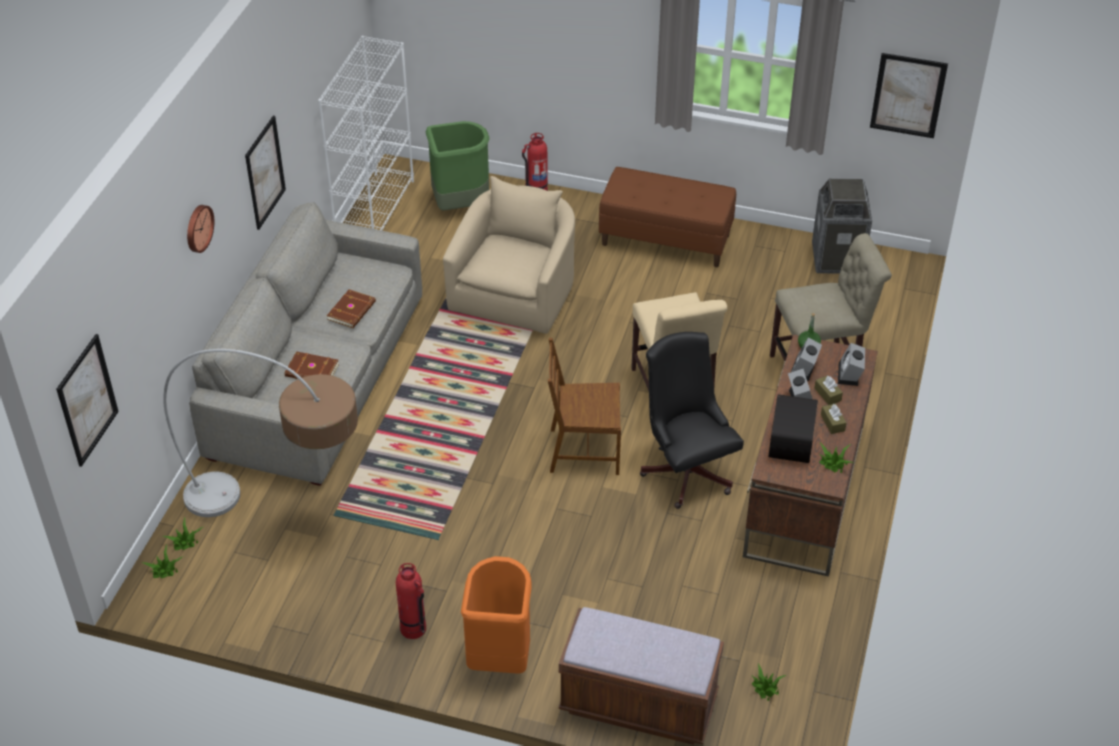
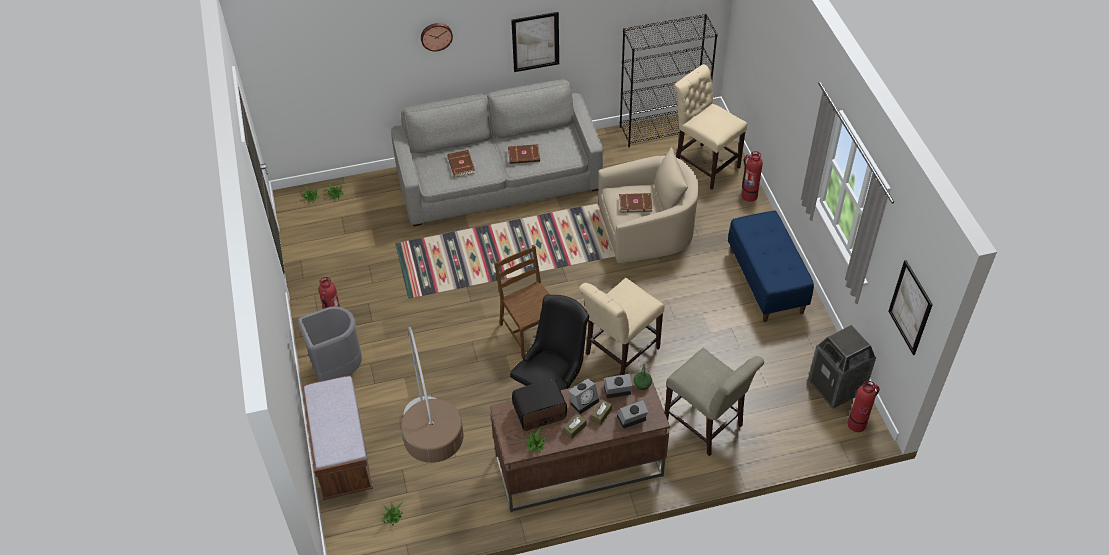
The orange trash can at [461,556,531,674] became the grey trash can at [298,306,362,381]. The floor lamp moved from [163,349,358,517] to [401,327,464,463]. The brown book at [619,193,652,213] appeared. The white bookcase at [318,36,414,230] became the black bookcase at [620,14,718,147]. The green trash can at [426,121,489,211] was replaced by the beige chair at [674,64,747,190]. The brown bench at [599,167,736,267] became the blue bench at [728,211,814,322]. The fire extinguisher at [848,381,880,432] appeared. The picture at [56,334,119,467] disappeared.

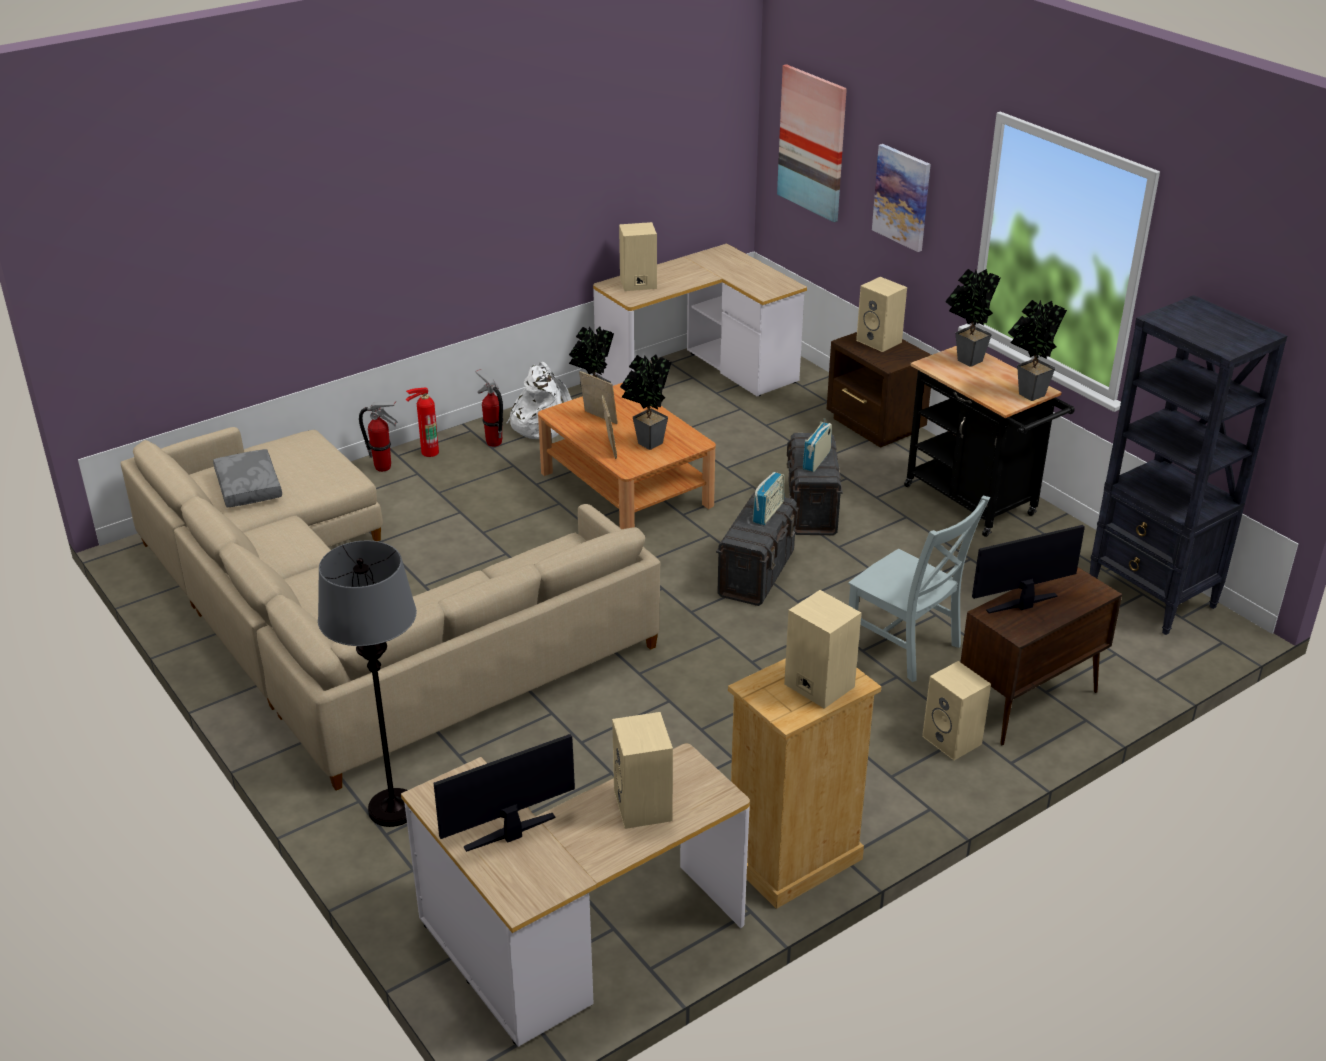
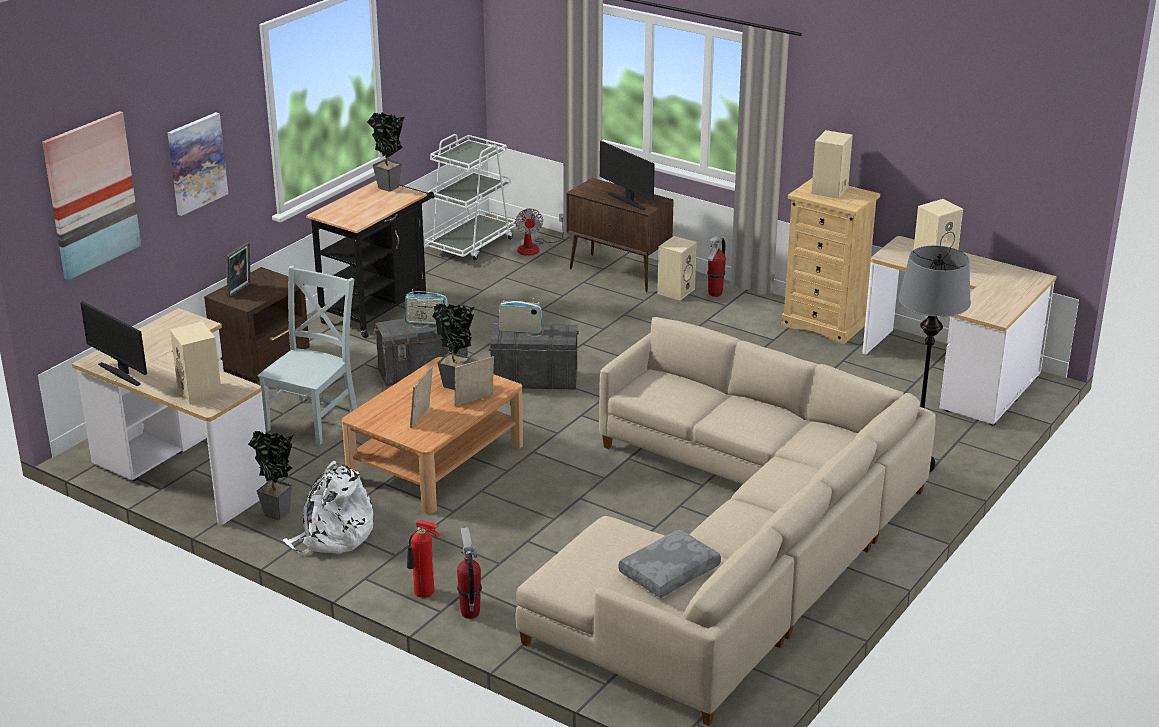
The monitor moved from [434,734,575,852] to [80,301,147,386]. The beige speaker at [856,277,907,352] was replaced by the picture frame at [226,242,250,298]. The grey chair moved from [848,495,990,682] to [257,265,357,445]. The black bookcase at [1090,295,1287,635] was replaced by the white cart at [425,134,517,260]. The fan at [515,208,564,256] appeared. The fire extinguisher moved from [475,369,503,447] to [707,236,726,297]. The potted plant at [945,269,1001,367] disappeared.

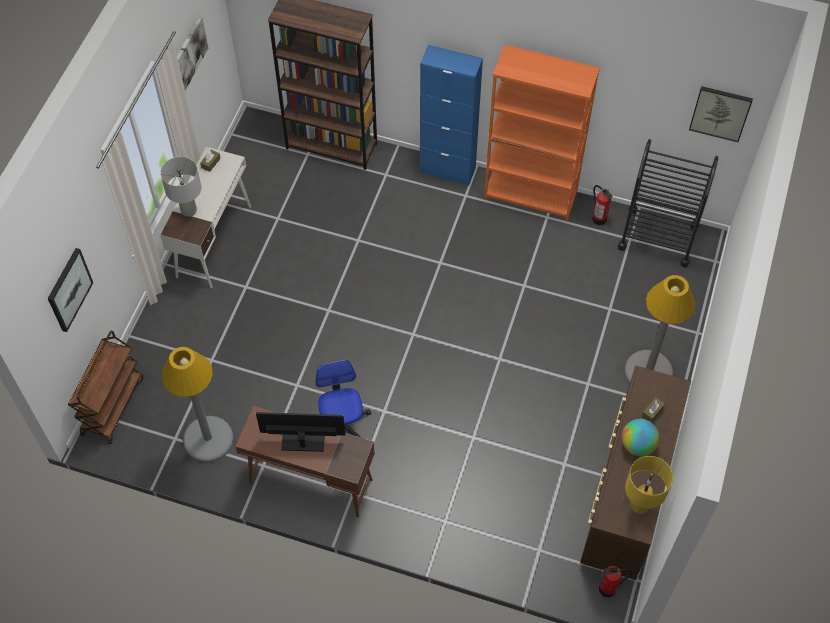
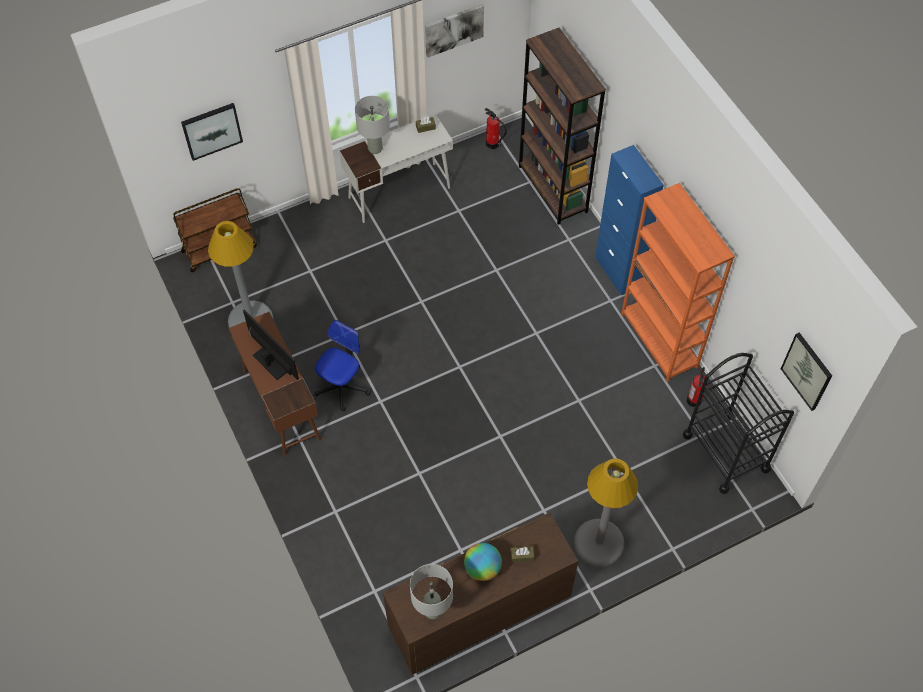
The yellow table lamp at [625,456,673,514] became the grey table lamp at [410,564,453,619]. The fire extinguisher moved from [599,566,633,597] to [485,108,507,149].

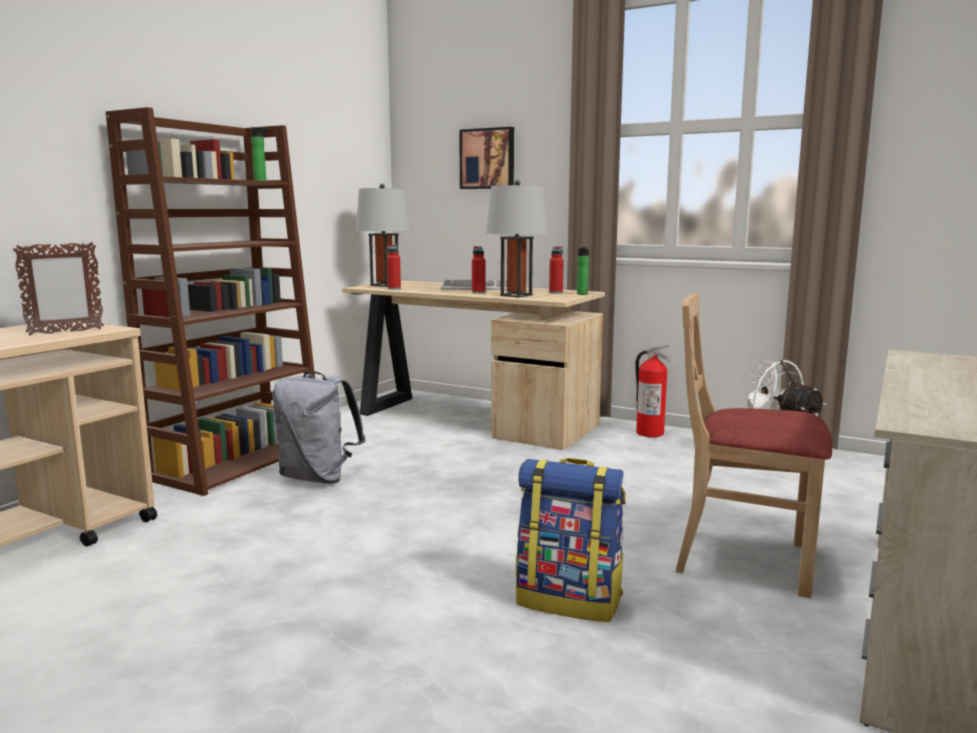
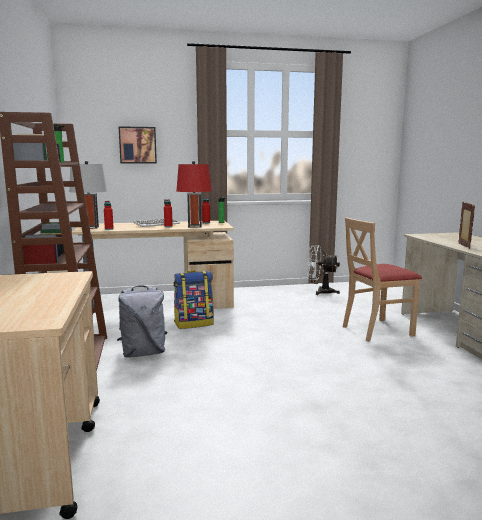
The backpack moved from [516,458,626,622] to [173,271,214,329]. The grey table lamp at [486,180,548,297] became the red table lamp at [176,161,212,228]. The picture frame moved from [13,242,104,335] to [458,202,475,249]. The fire extinguisher at [635,345,670,437] disappeared.

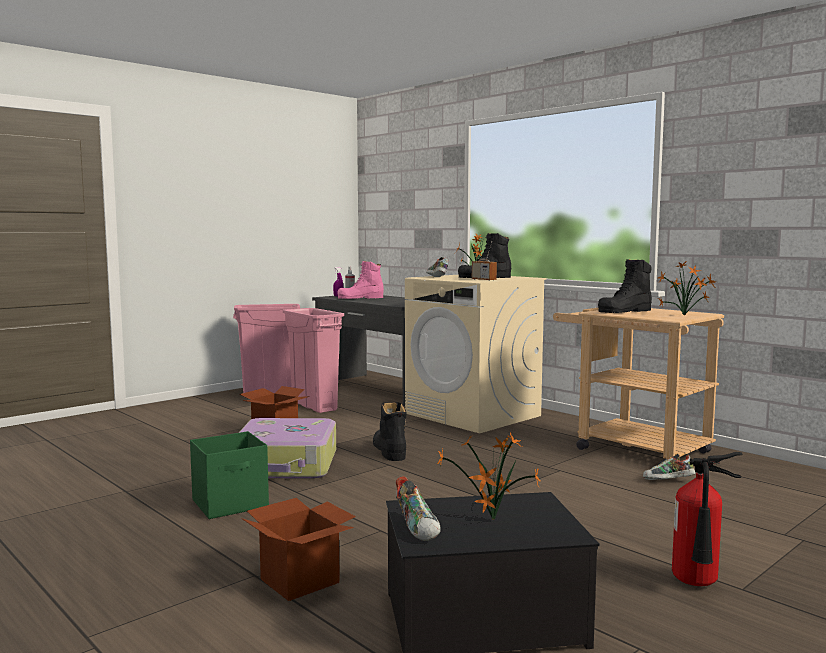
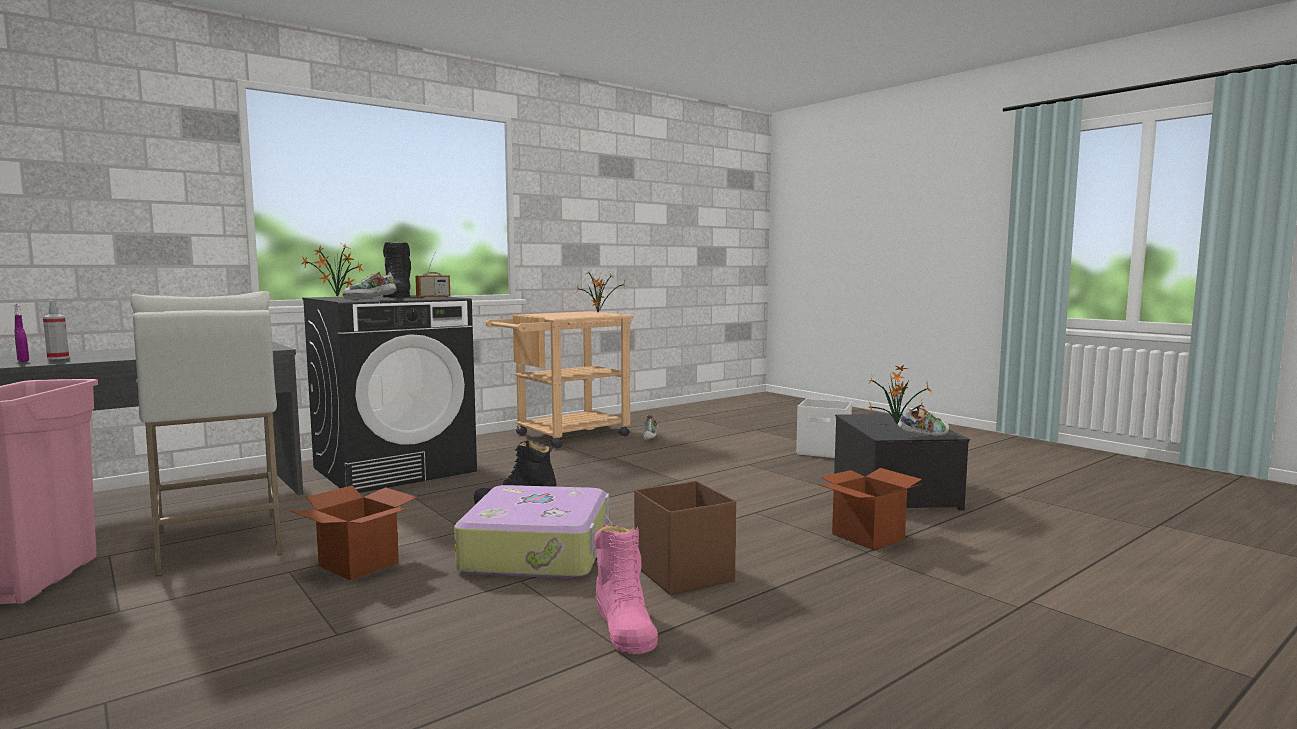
The pink trash can at [283,308,344,413] was replaced by the white stool at [130,291,283,576]. The beige washing machine at [405,275,546,433] became the black washing machine at [302,295,477,493]. The pink boot moved from [337,261,384,299] to [594,525,658,654]. The green storage box at [190,431,269,519] became the brown storage box at [634,481,736,595]. The fire extinguisher at [672,452,743,586] was replaced by the white storage box at [796,399,852,458]. The black boot at [598,259,652,313] disappeared.

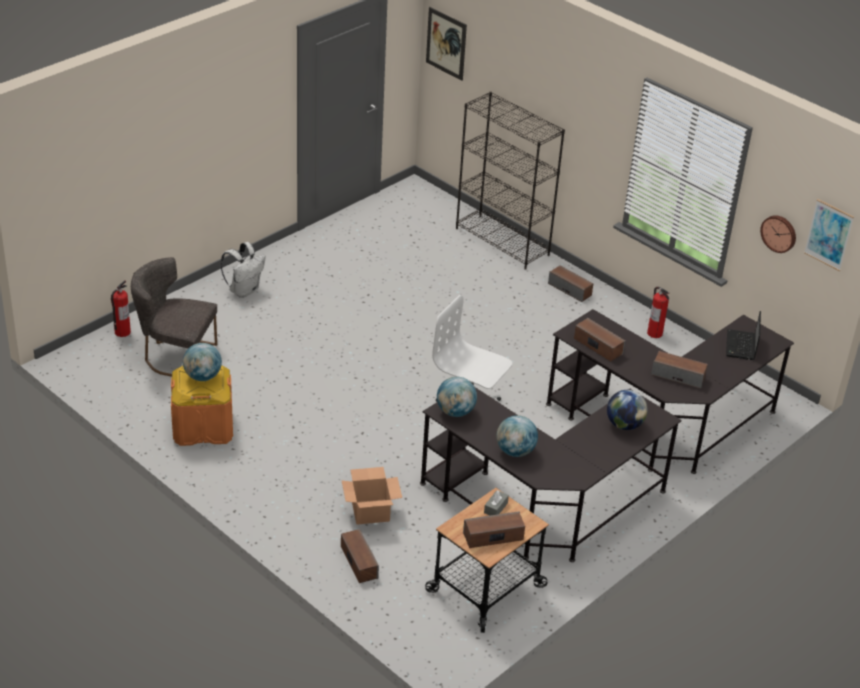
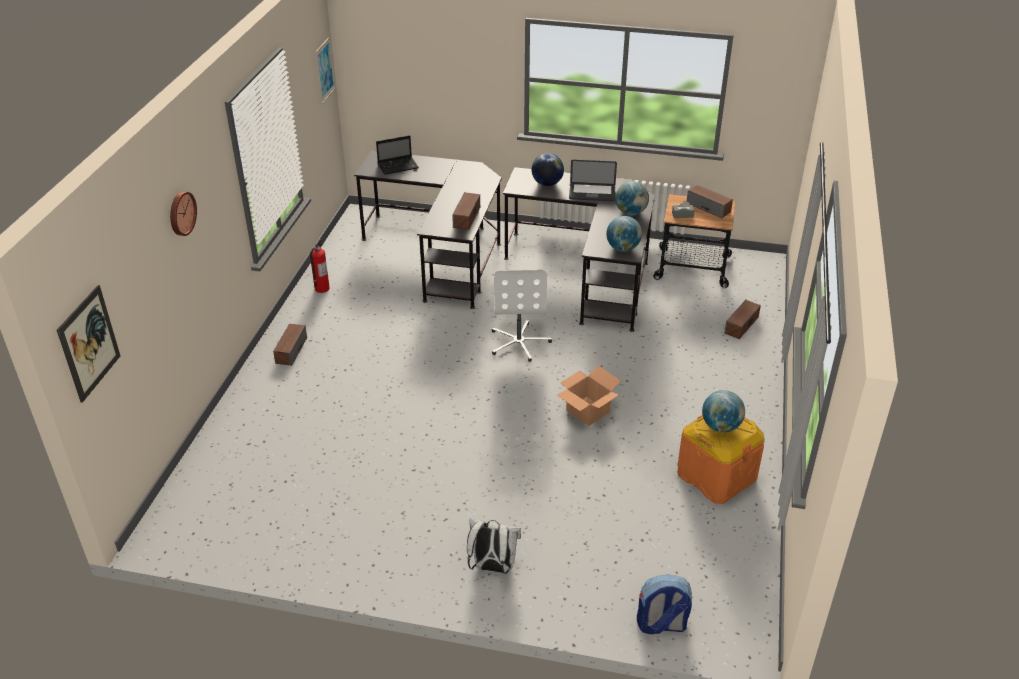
The wall clock moved from [760,215,796,253] to [170,191,197,236]. The cardboard box moved from [342,467,402,525] to [557,366,621,426]. The laptop at [569,160,617,201] appeared. The fire extinguisher at [111,280,131,337] was replaced by the backpack at [637,575,692,634]. The grey chair at [131,257,217,377] disappeared. The black bookcase at [456,92,565,270] disappeared. The speaker at [651,351,708,389] disappeared.

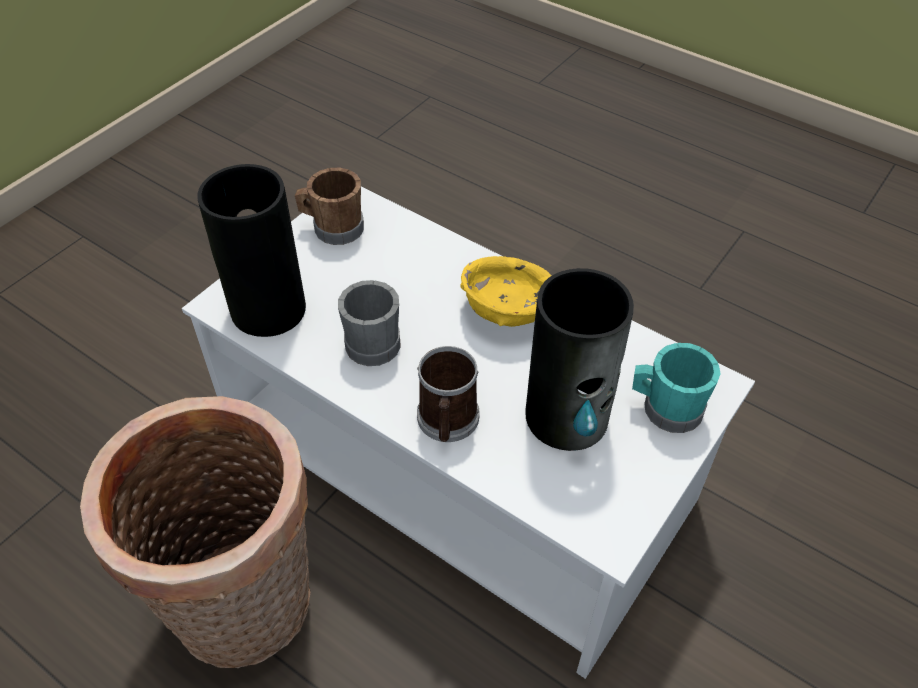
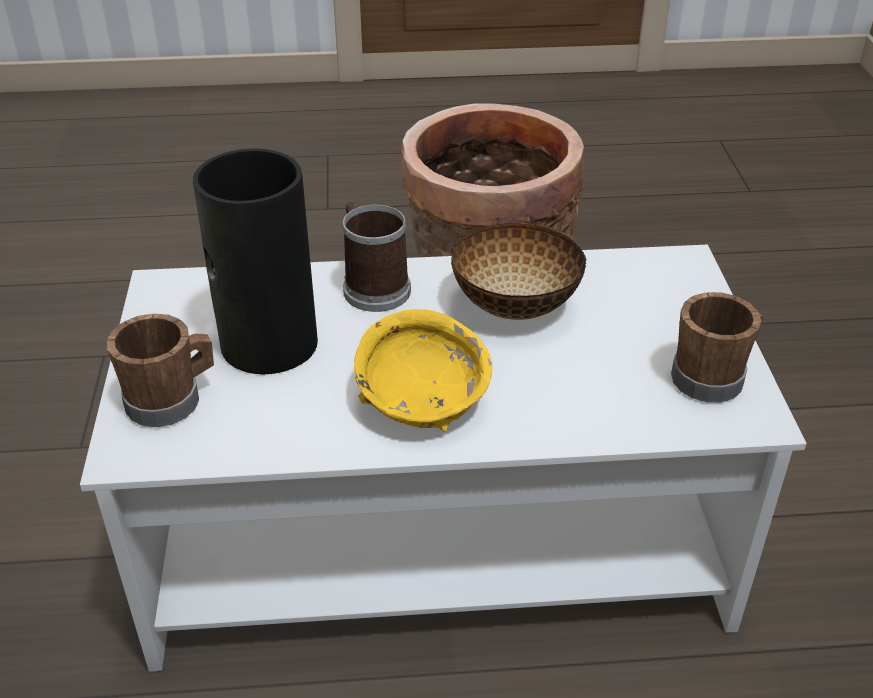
The turquoise mug at [632,343,721,433] became the brown mug at [107,314,214,427]. The grey mug at [338,280,401,366] was replaced by the bowl at [451,223,587,320]. The vase at [197,164,306,337] disappeared.

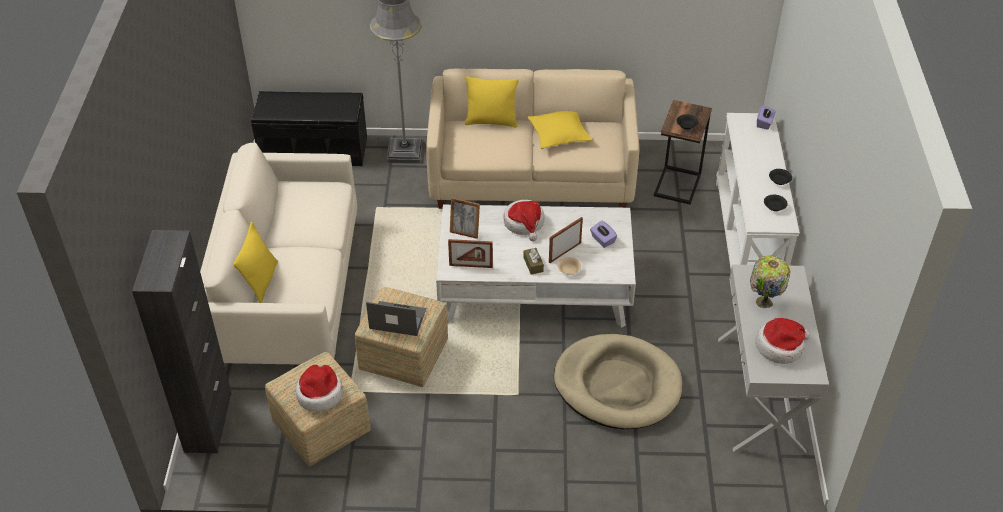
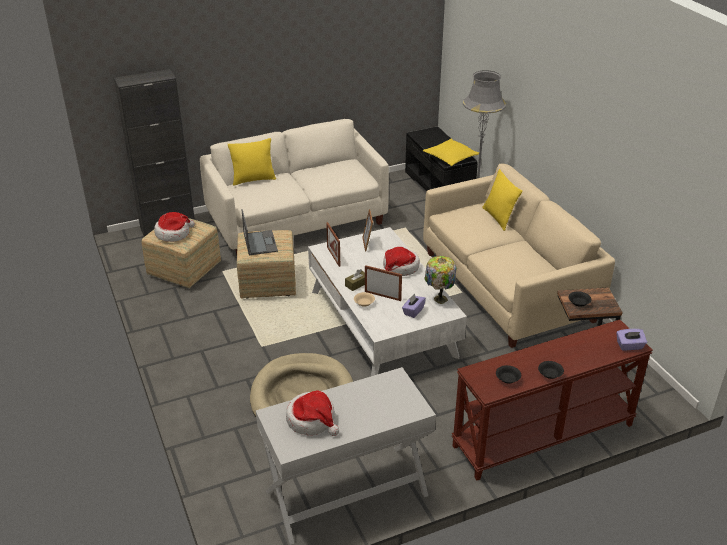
The yellow pillow moved from [528,111,592,149] to [423,139,479,166]. The table lamp moved from [750,256,790,309] to [425,256,456,304]. The white console table at [716,113,800,268] became the brown console table at [452,319,653,481].

